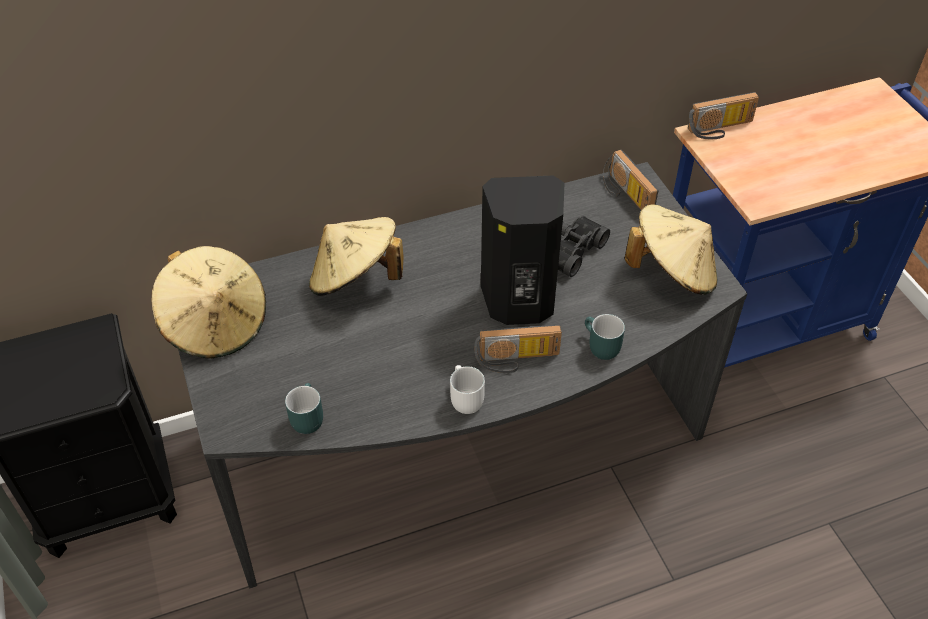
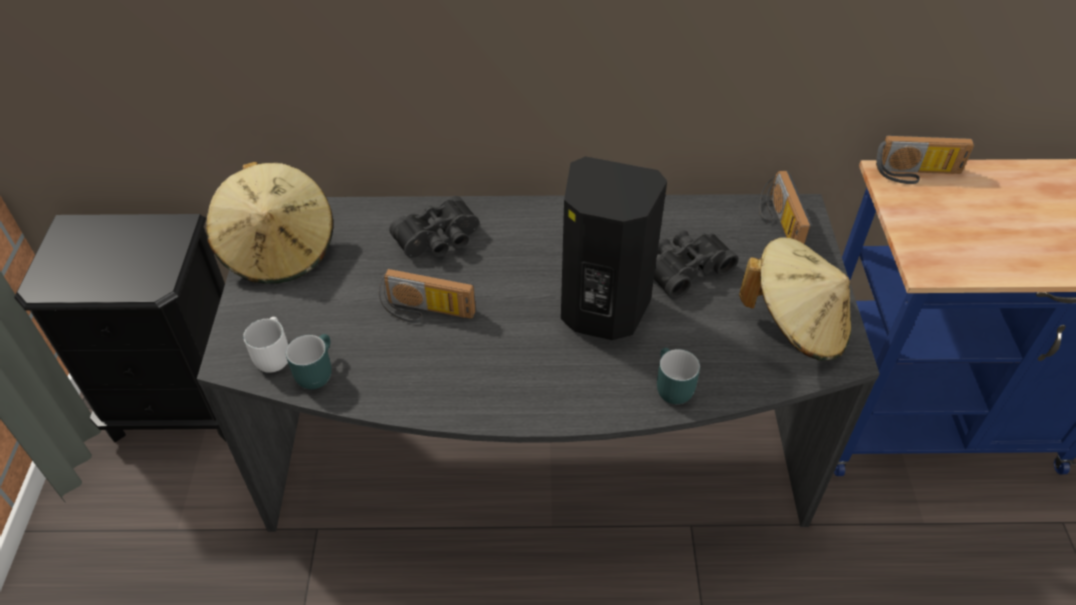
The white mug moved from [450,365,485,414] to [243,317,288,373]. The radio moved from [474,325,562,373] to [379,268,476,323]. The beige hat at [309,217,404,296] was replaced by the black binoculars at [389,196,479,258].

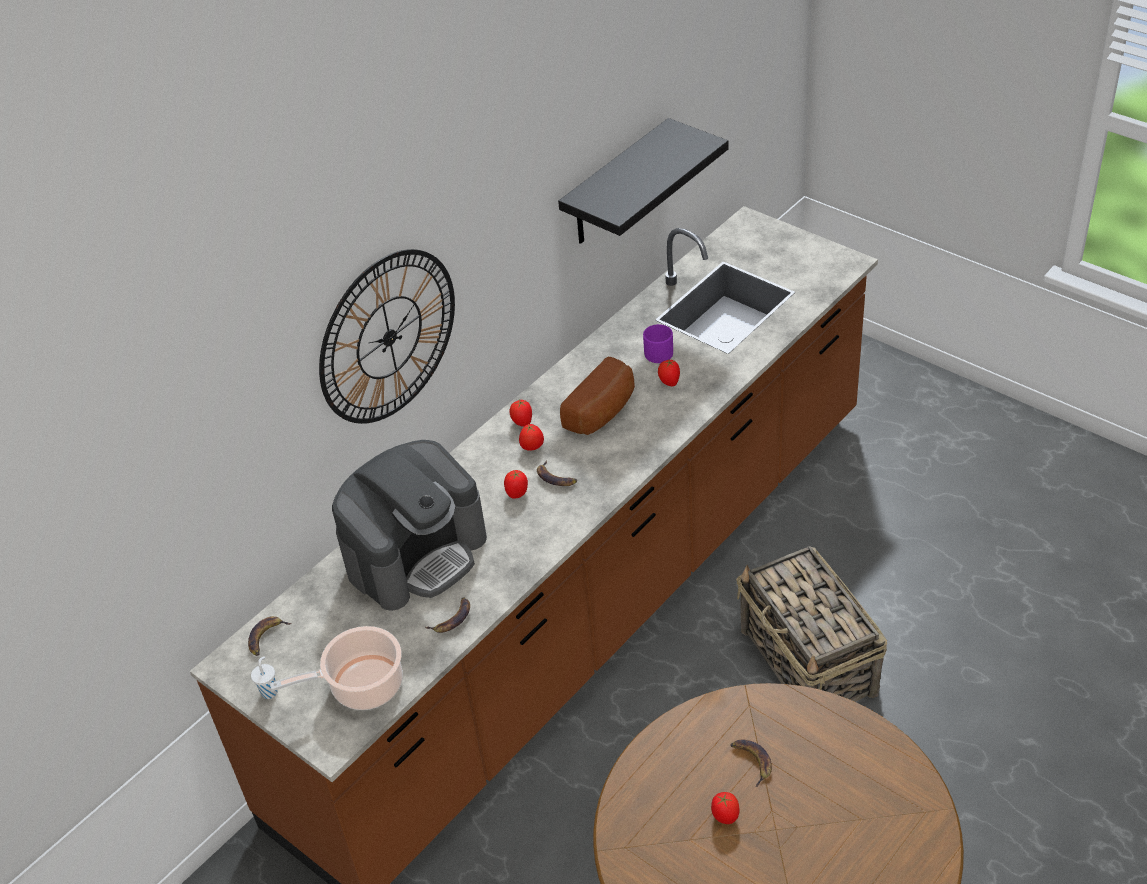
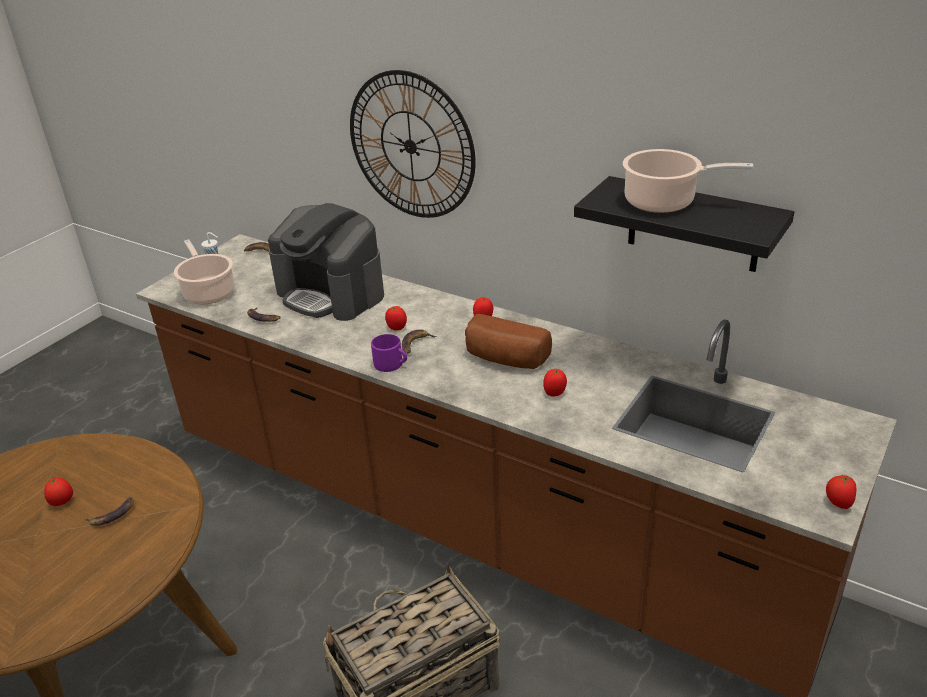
The purple mug moved from [643,324,673,363] to [371,334,407,372]. The cooking pot at [623,149,753,213] appeared. The tomato moved from [519,424,544,450] to [826,475,856,509].

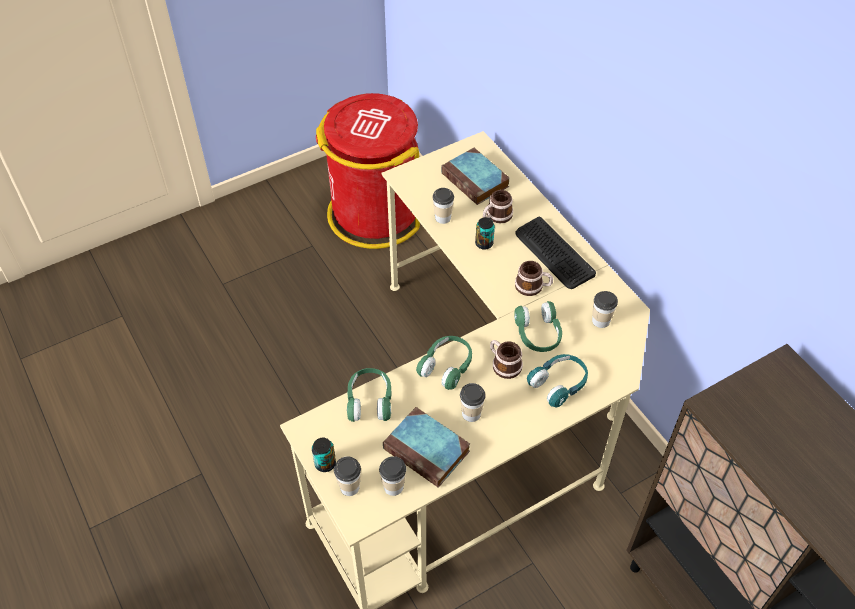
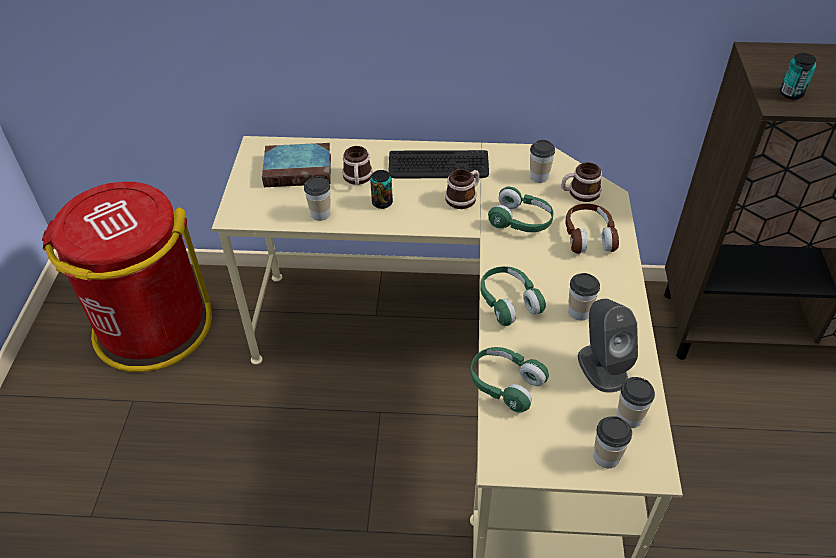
The mug moved from [490,340,523,379] to [561,162,602,202]. The turquoise headphones at [527,354,588,407] became the brown headphones at [565,203,619,254]. The book at [383,407,470,488] was replaced by the grey speaker at [578,299,638,393]. The can moved from [312,438,336,472] to [780,53,816,100].

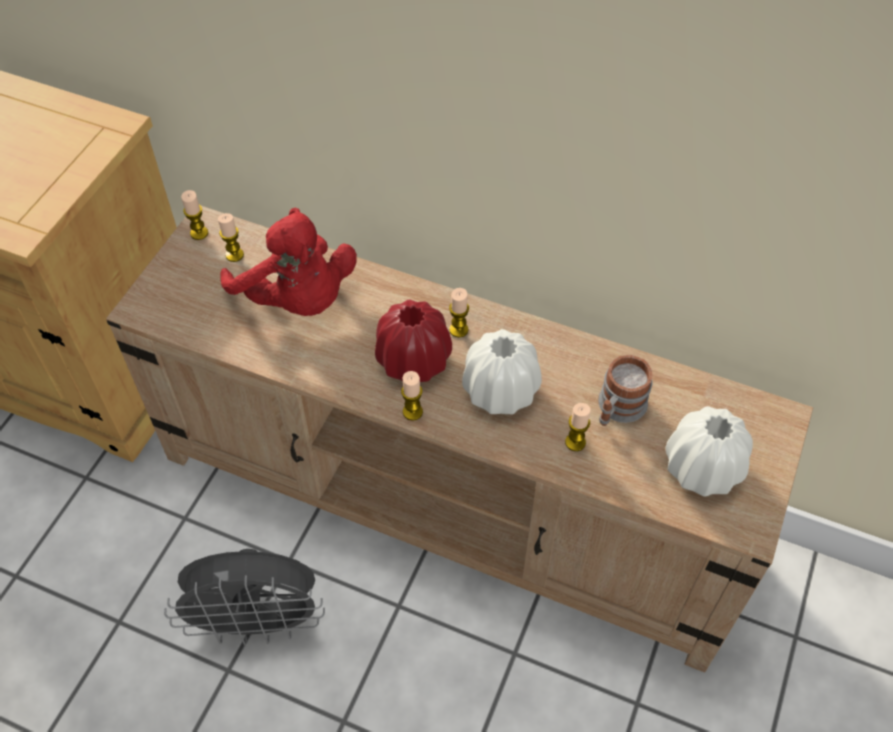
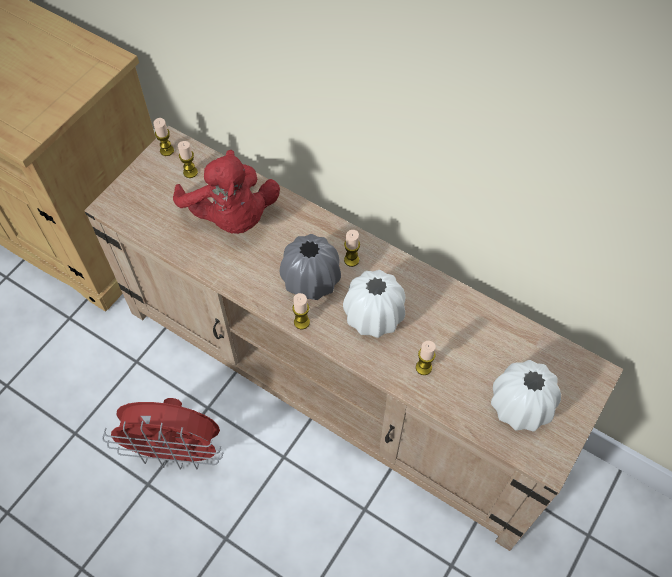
The grey fan at [164,549,325,645] became the red fan at [102,398,223,470]. The red vase at [375,300,452,382] became the grey vase at [280,234,341,300]. The mug at [598,355,653,426] disappeared.

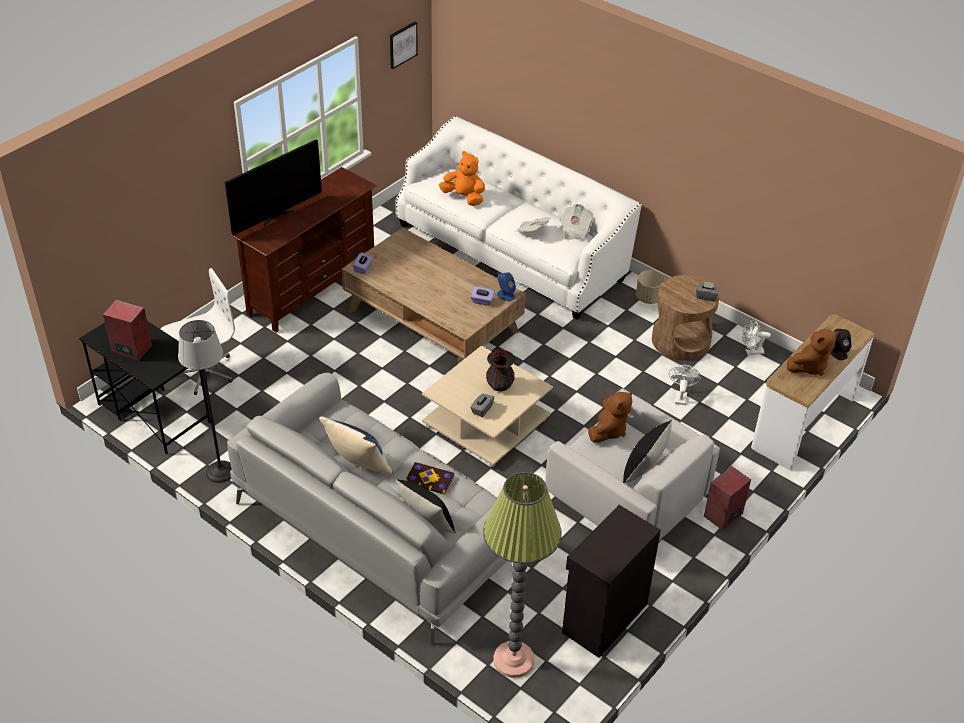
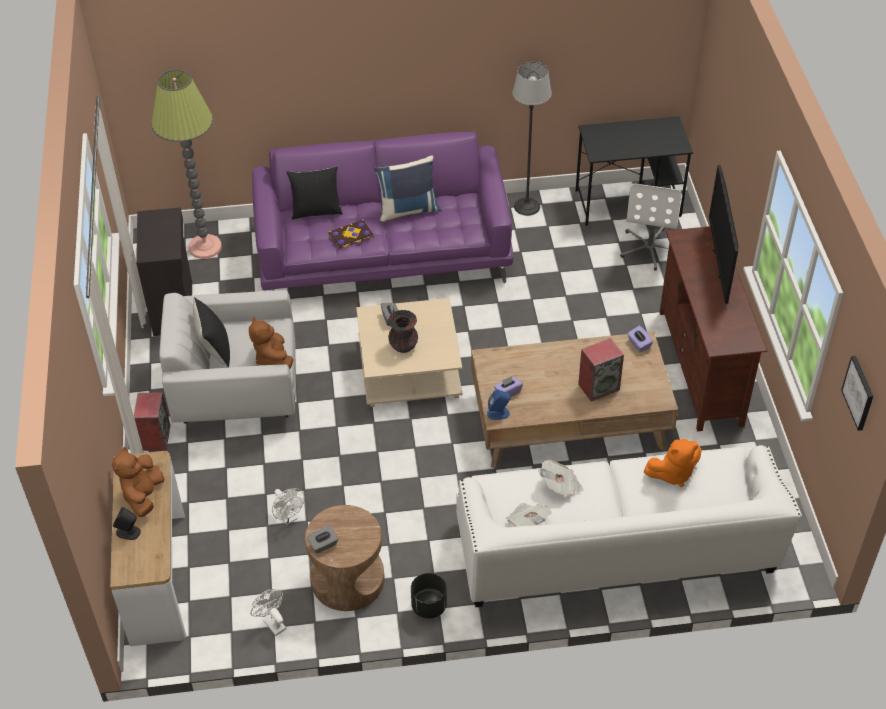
The white fan at [742,319,771,355] turned 75 degrees counterclockwise. The grey sofa at [227,373,507,645] became the purple sofa at [252,131,513,291]. The beige planter at [636,270,665,304] became the black planter at [411,573,447,619]. The speaker moved from [103,300,152,361] to [578,338,624,401].

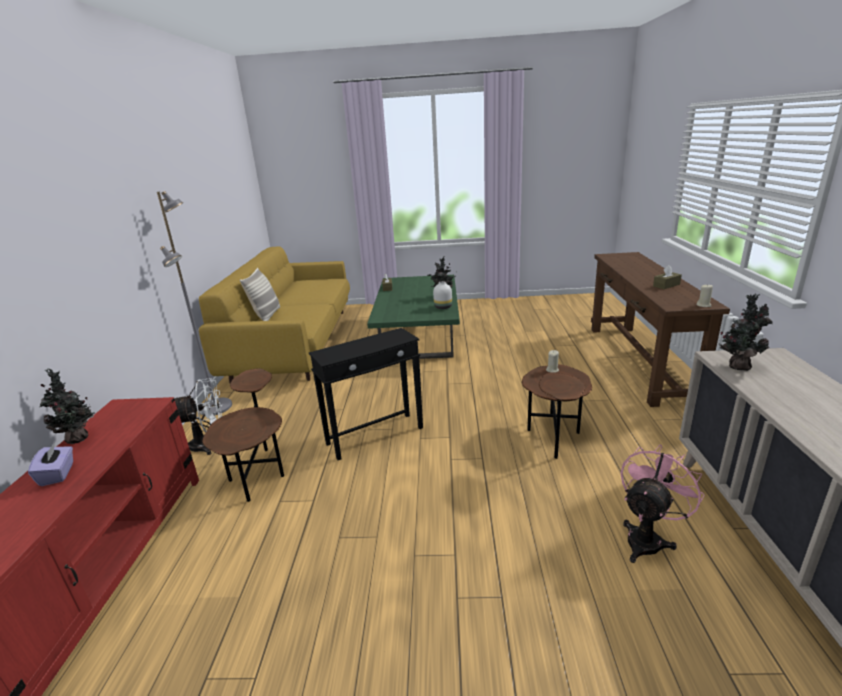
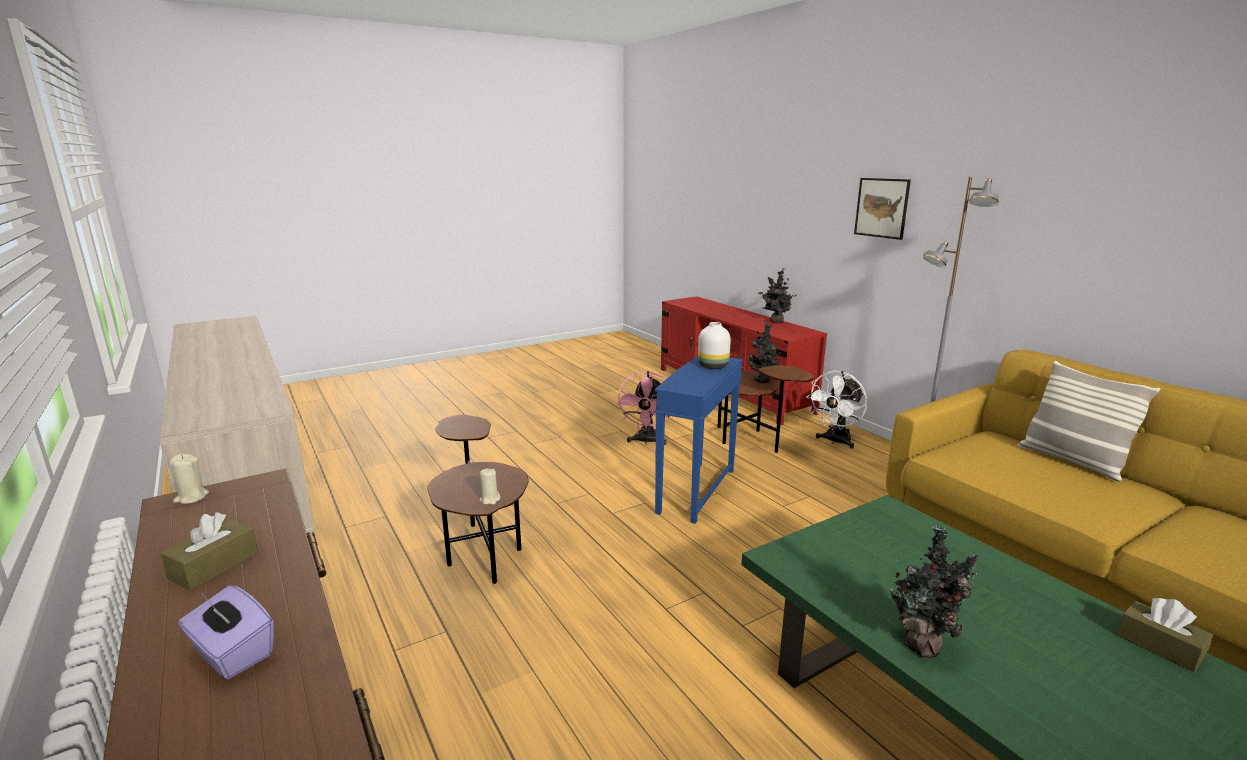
The purple tissue box moved from [28,442,73,486] to [178,585,274,679]. The pink fan moved from [621,444,705,563] to [616,371,670,445]. The black side table at [309,328,423,460] became the blue side table at [654,356,743,524]. The white vase moved from [433,281,452,309] to [698,322,731,369]. The potted plant moved from [719,294,772,371] to [748,321,780,383]. The picture at [854,178,911,240] appeared.

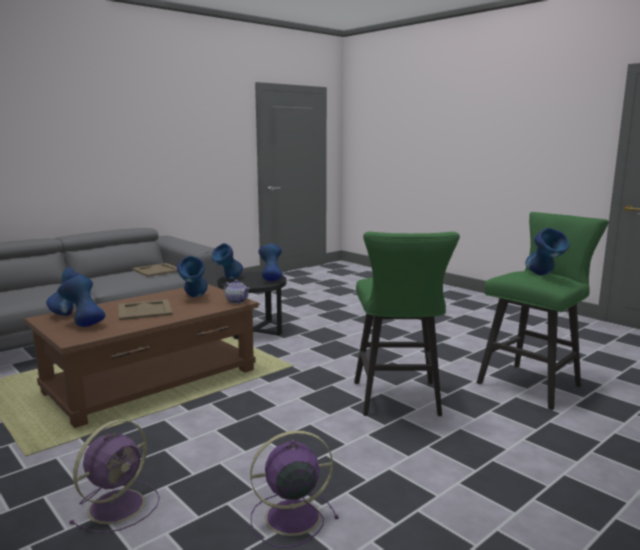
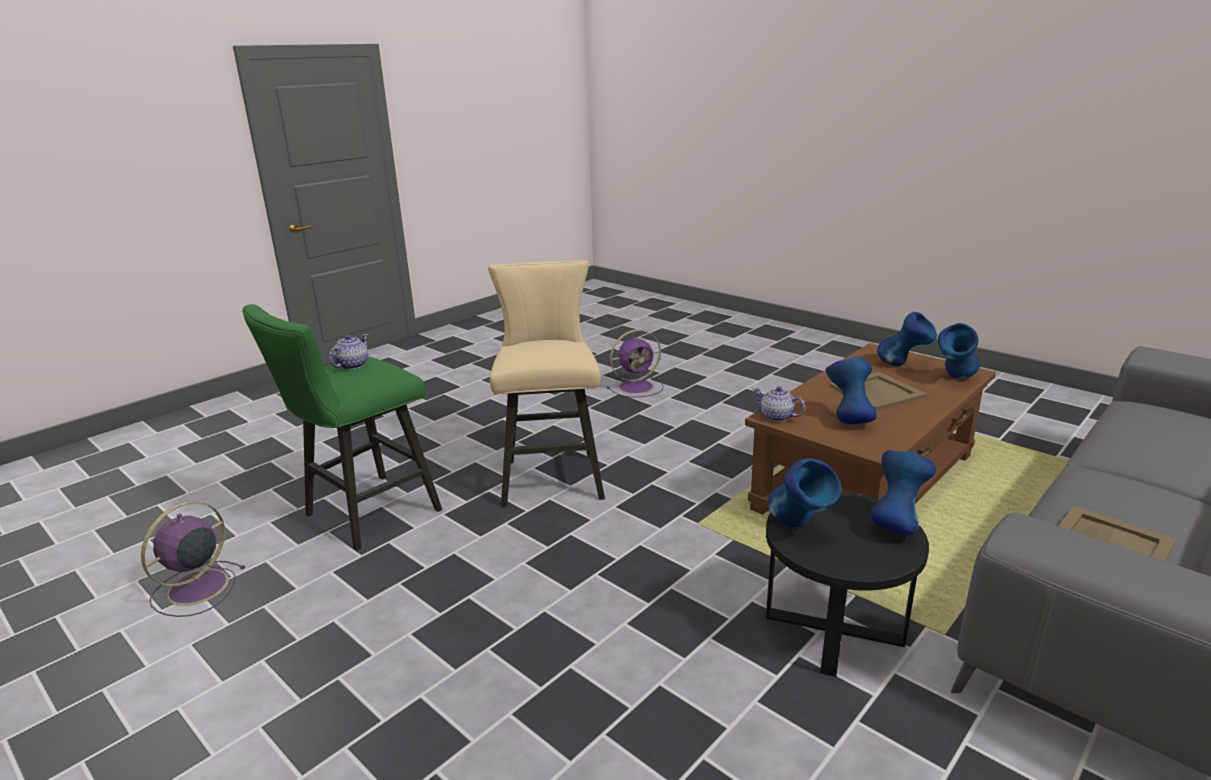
The purple fan moved from [69,419,160,533] to [141,501,246,617]. The blue vase at [525,228,570,275] was replaced by the teapot at [329,334,368,370]. The green stool at [354,232,460,416] became the beige stool at [488,260,605,507].

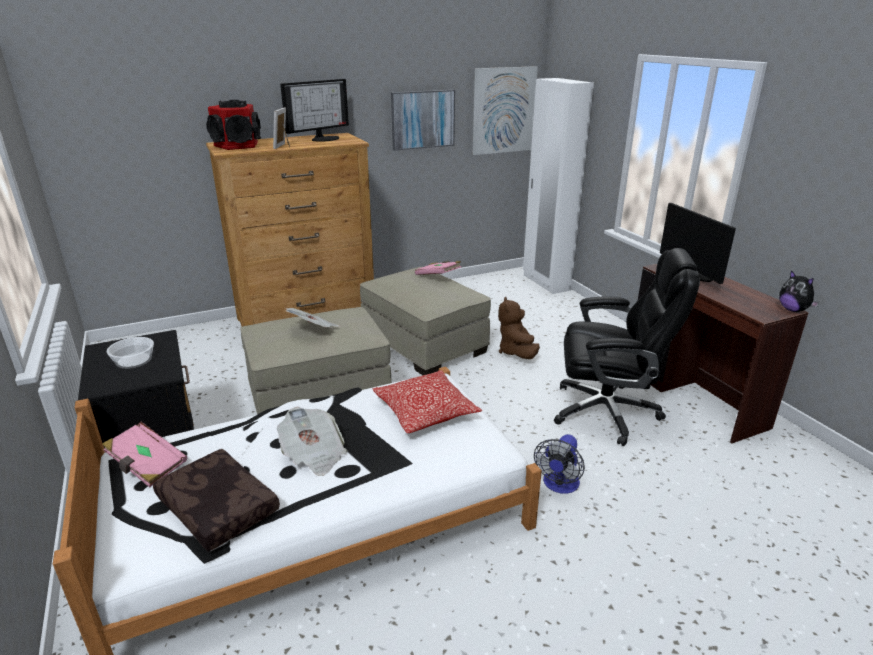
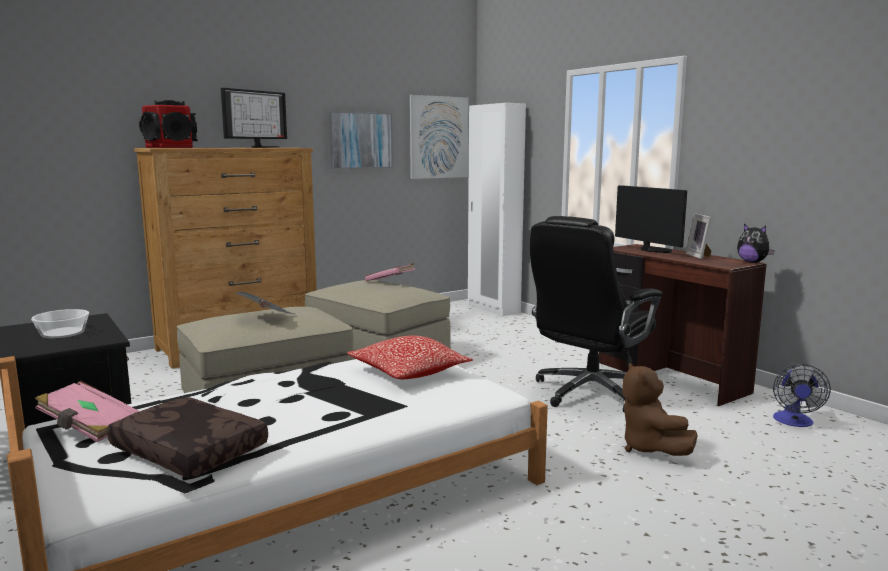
The black office chair at [554,248,700,446] turned 135 degrees clockwise. The brown plush toy moved from [498,297,540,359] to [622,362,698,456]. The picture frame moved from [273,107,290,149] to [685,213,712,259]. The fan moved from [534,434,585,494] to [773,364,831,427]. The newspaper at [277,407,347,476] disappeared.

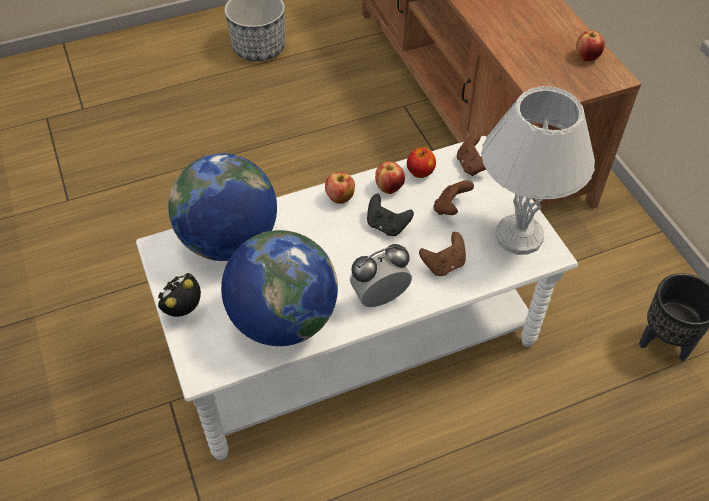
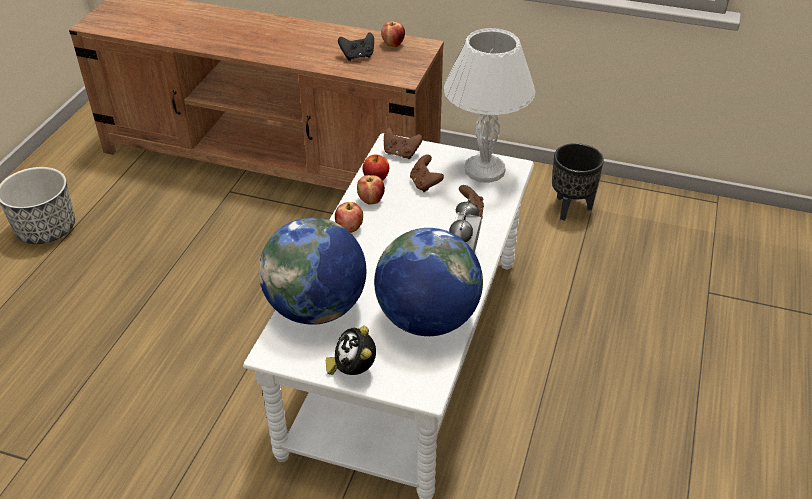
The black game controller moved from [367,194,414,236] to [338,32,374,61].

